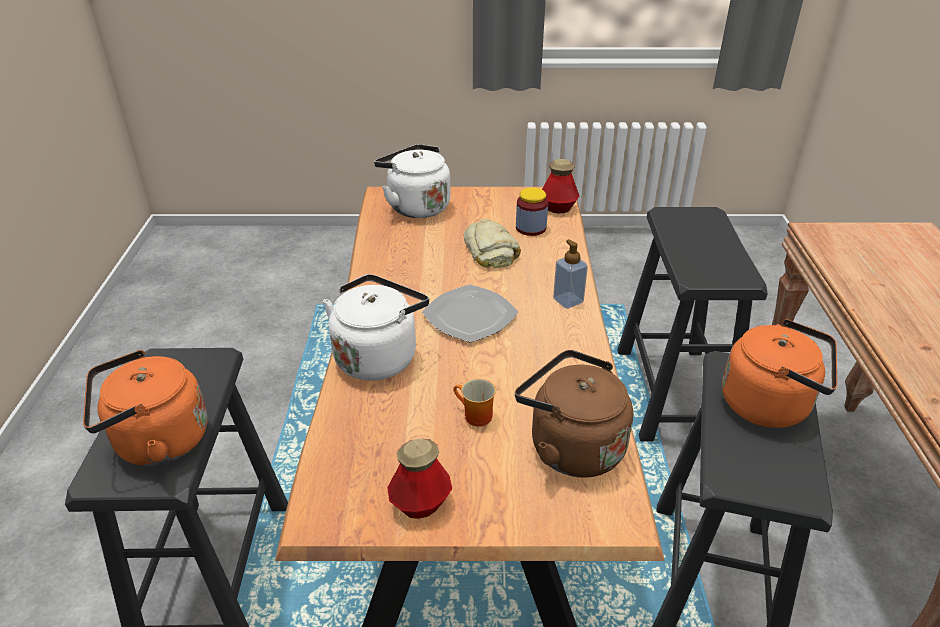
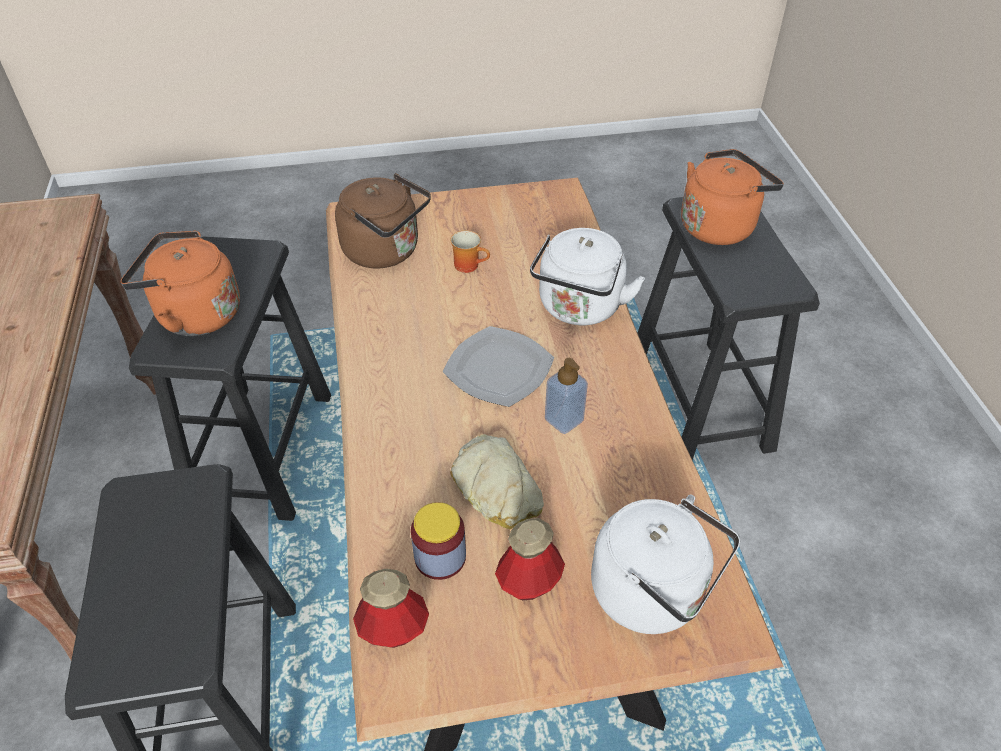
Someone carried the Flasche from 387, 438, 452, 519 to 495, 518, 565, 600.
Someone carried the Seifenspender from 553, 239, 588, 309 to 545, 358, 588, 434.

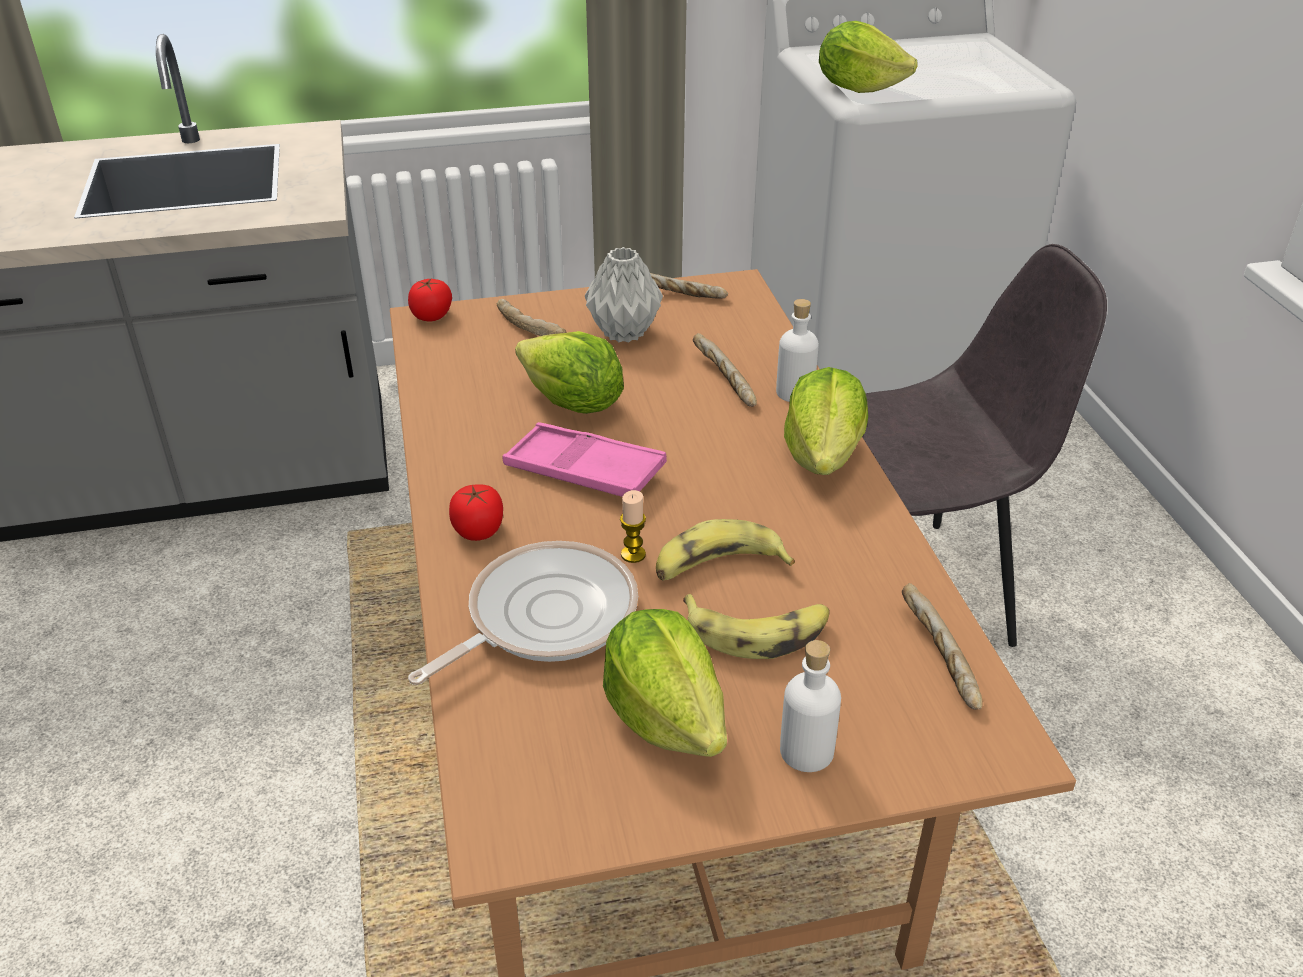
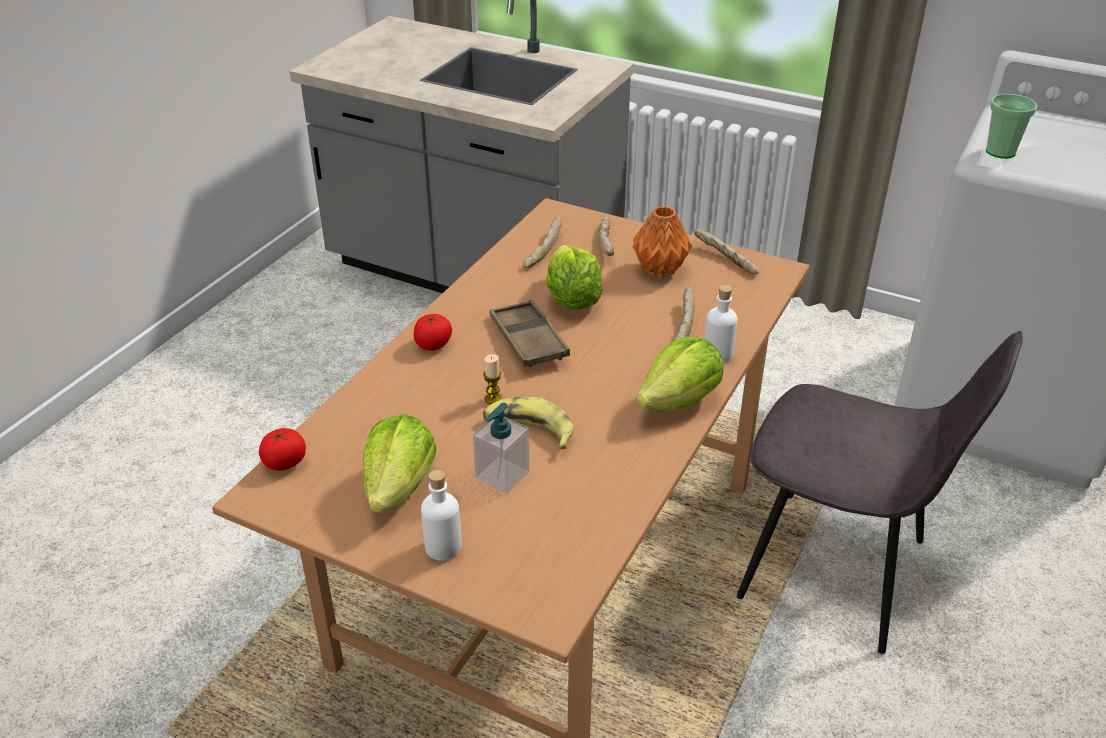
Someone carried the Tomate from 408, 279, 452, 322 to 259, 428, 306, 471.
Someone swapped the Banane at 683, 594, 829, 659 for the Seifenspender at 473, 403, 530, 494.
Someone repainted the Tablett (rosa) at 503, 422, 667, 497, which became the Tablett (braun) at 490, 300, 570, 367.
Someone carried the Brot from 902, 583, 983, 710 to 524, 217, 562, 268.
Someone repainted the Vase (grau) at 585, 247, 663, 342, which became the Vase (orange) at 633, 206, 692, 278.
Someone swapped the Salatkopf at 819, 21, 917, 93 for the Tasse at 986, 94, 1038, 159.
Someone took away the Pfanne at 408, 541, 638, 685.

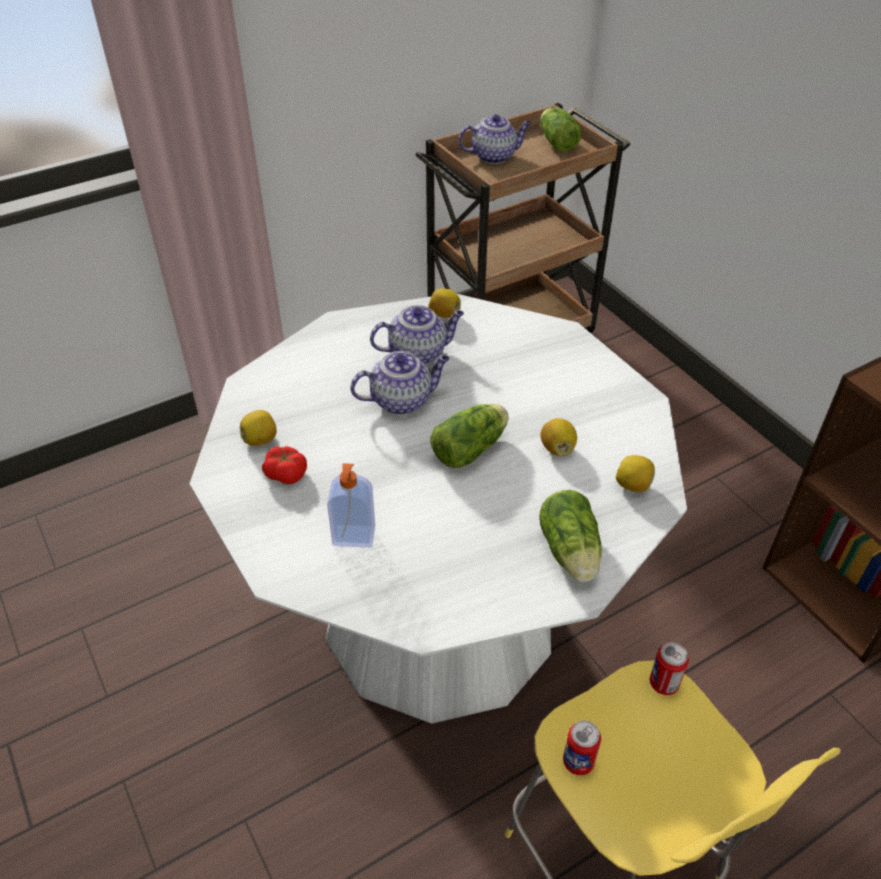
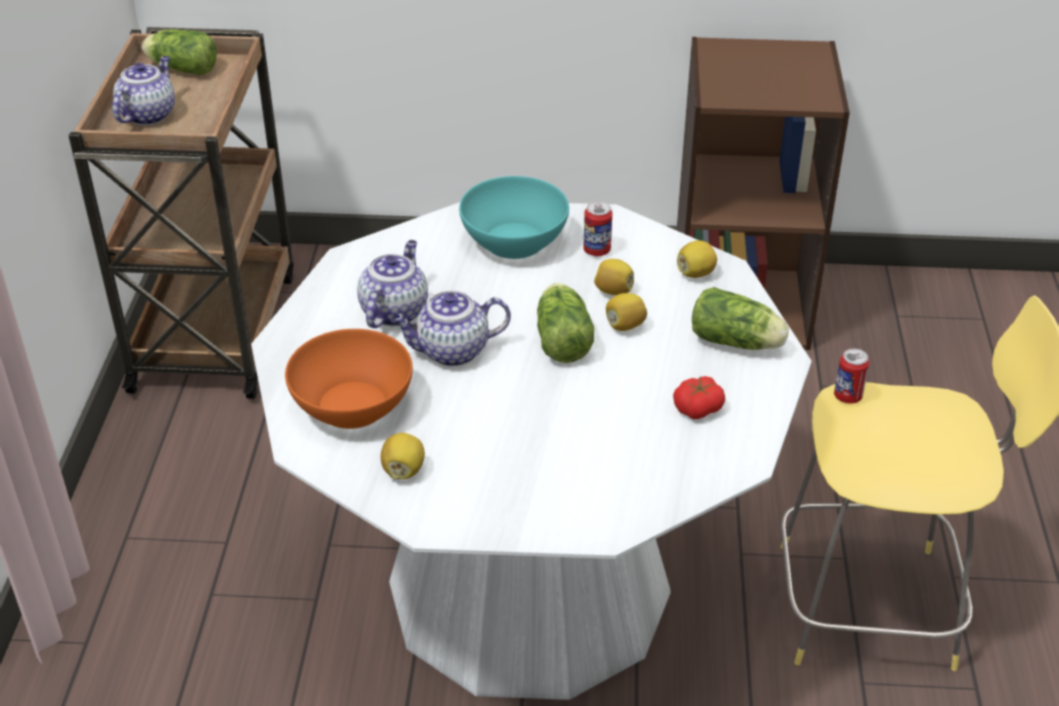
Someone put down the Schüssel (orange) at 285, 329, 413, 429.
Someone rotated the Teekanne at 350, 351, 450, 415 by 120 degrees counterclockwise.
Someone put down the Schüssel (türkis) at 459, 176, 569, 259.
Someone carried the Dose from 563, 720, 601, 775 to 583, 201, 612, 256.
Someone carried the Zitrone from 428, 288, 461, 318 to 606, 293, 647, 331.
Someone carried the Tomate from 262, 446, 307, 484 to 673, 376, 725, 419.
Someone took away the Seifenspender at 327, 463, 375, 548.

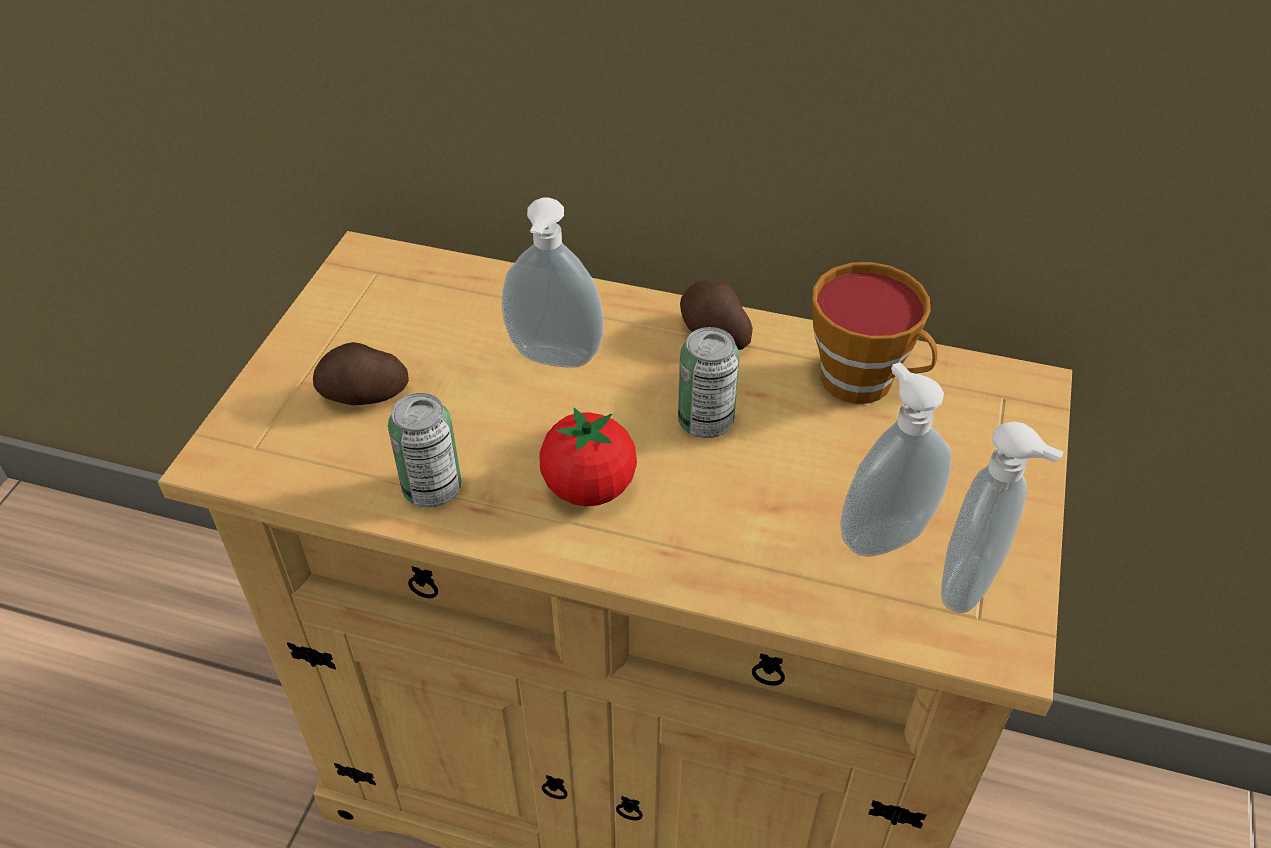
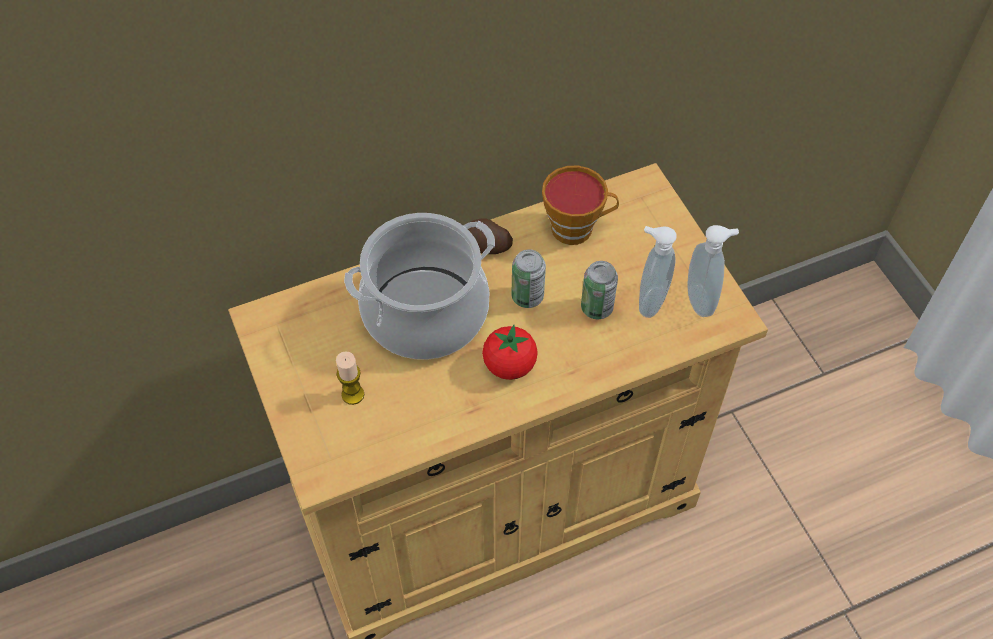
Someone swapped the Kartoffel at 313, 342, 409, 405 for the Kerze at 336, 351, 364, 405.
Someone swapped the Seifenspender at 502, 198, 604, 368 for the Kochtopf at 344, 213, 495, 360.
Someone carried the Dose from 388, 393, 461, 508 to 581, 261, 618, 319.

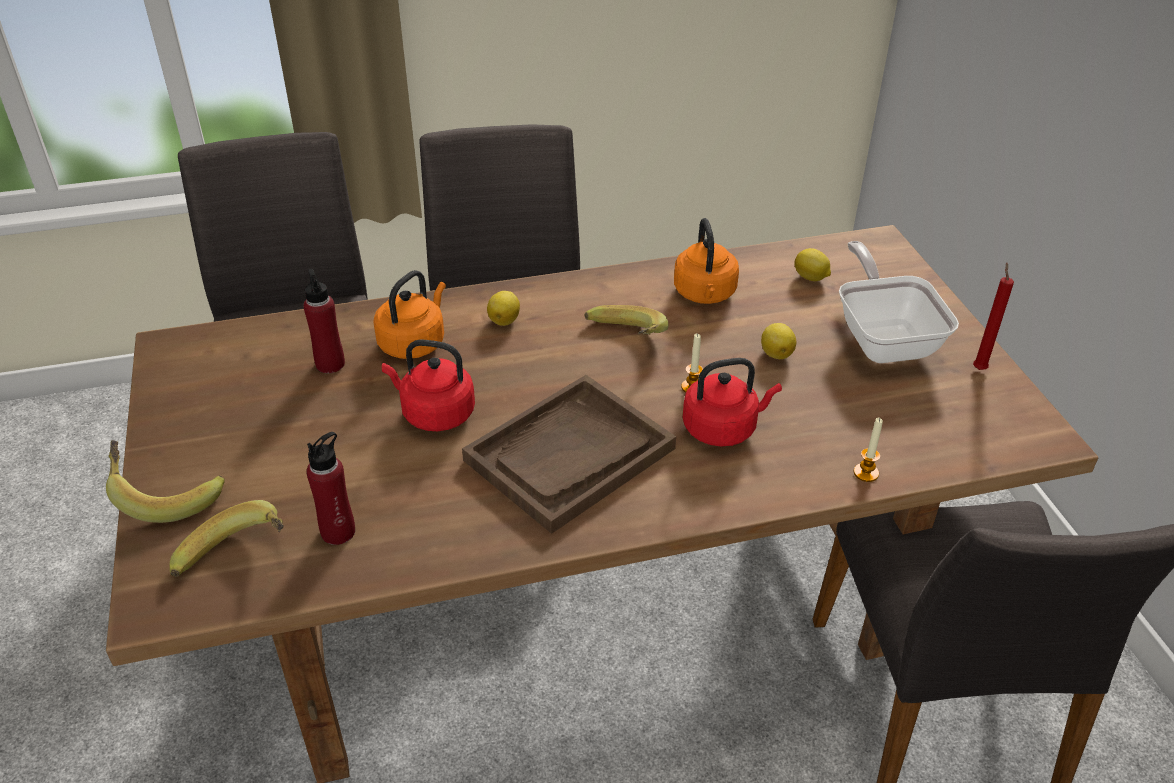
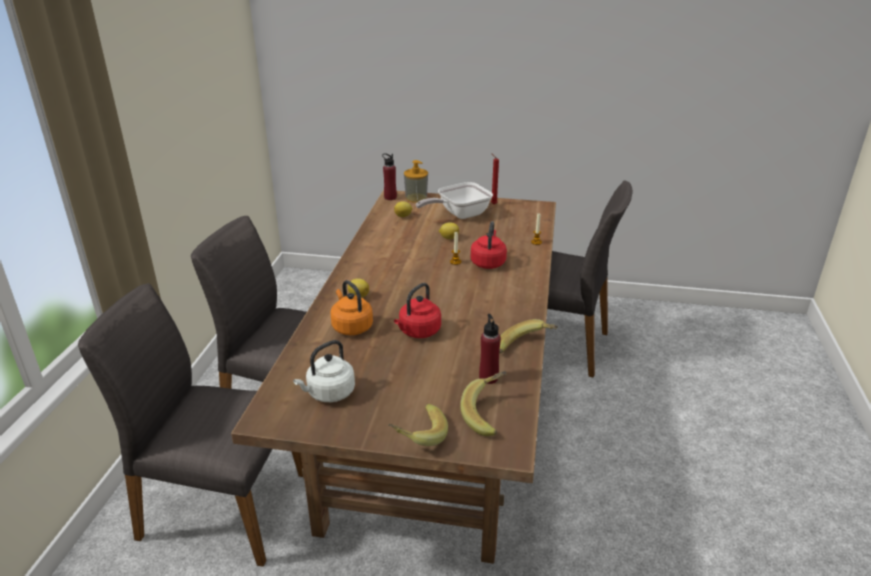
Someone put down the Wasserkessel (weiß) at 293, 340, 355, 402.
Someone carried the Flasche (rot) from 303, 268, 345, 373 to 382, 153, 397, 200.
Someone put down the Seifenspender at 404, 160, 428, 203.
Someone rotated the Pfanne at 839, 241, 959, 363 by 45 degrees counterclockwise.
Someone carried the Banane from 585, 305, 669, 335 to 499, 319, 558, 354.
Someone took away the Tablett (braun) at 462, 375, 676, 534.
Someone took away the Wasserkessel (orange) at 674, 218, 739, 304.

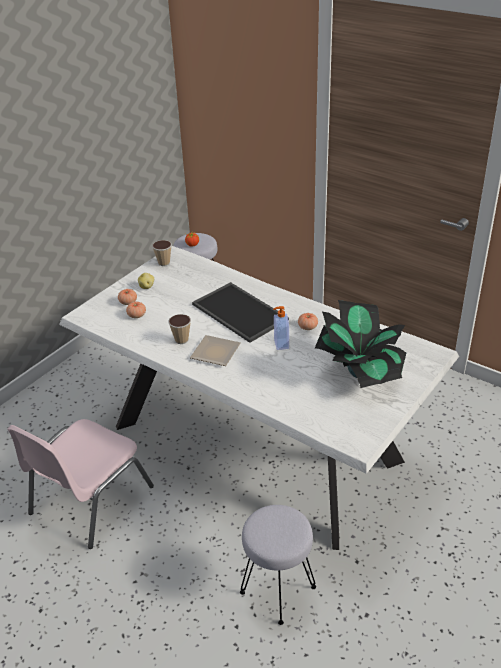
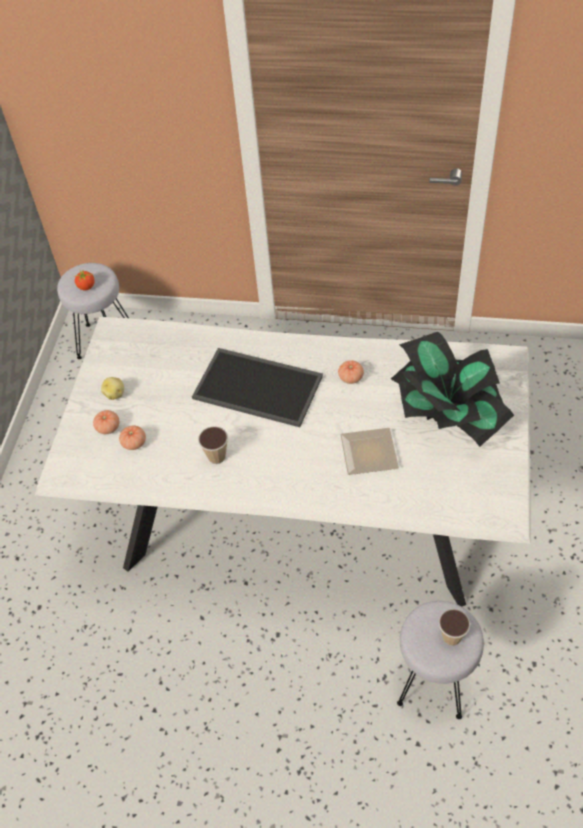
Someone carried the Teller from 190, 335, 241, 366 to 340, 428, 399, 475.
Someone carried the Tasse from 152, 240, 172, 266 to 439, 609, 471, 646.
Someone took away the Stuhl (rosa) at 7, 419, 154, 549.
Someone took away the Seifenspender at 273, 306, 289, 350.

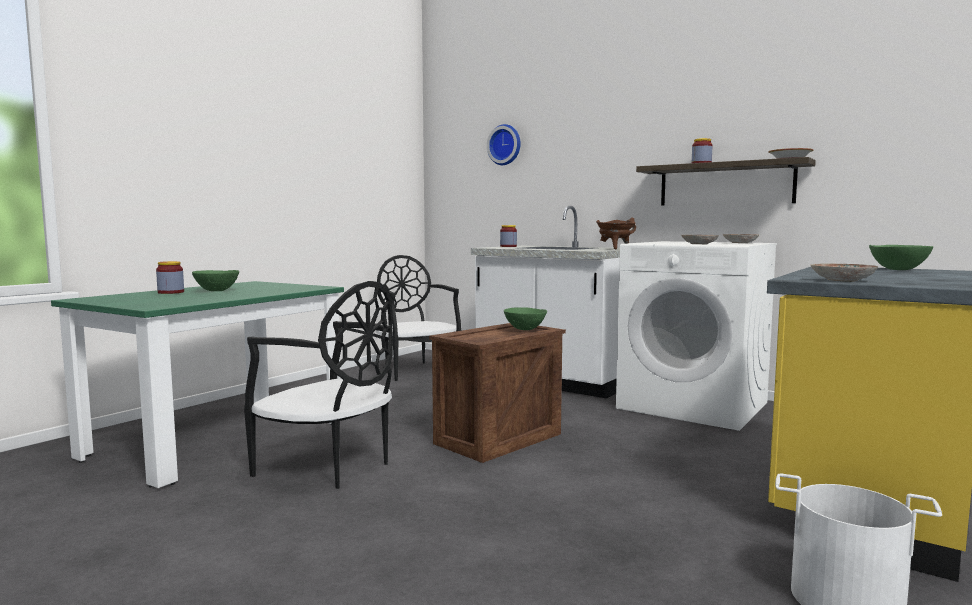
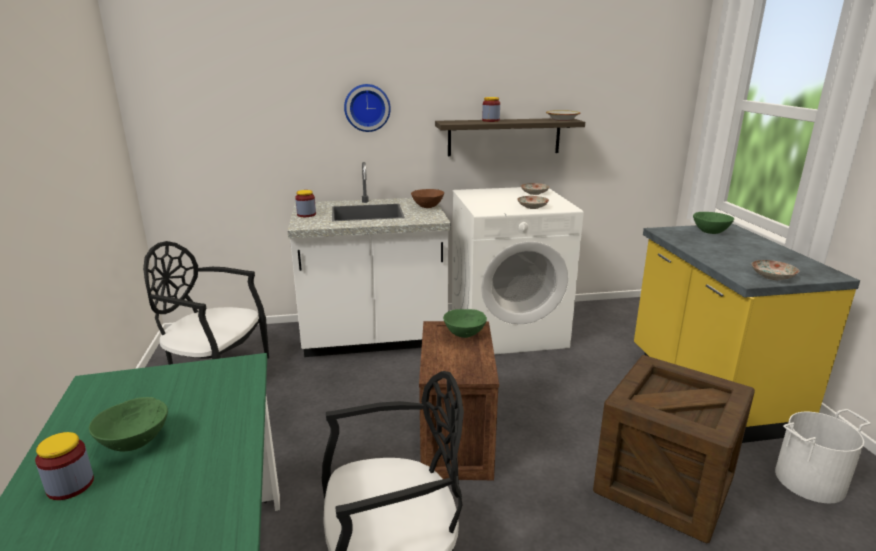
Someone carried the Wanduhr from 487, 124, 521, 165 to 344, 84, 391, 132.
Someone swapped the Kochtopf (braun) at 596, 217, 636, 249 for the Schüssel (braun) at 411, 189, 444, 208.
Someone put down the Kiste at 593, 355, 755, 543.

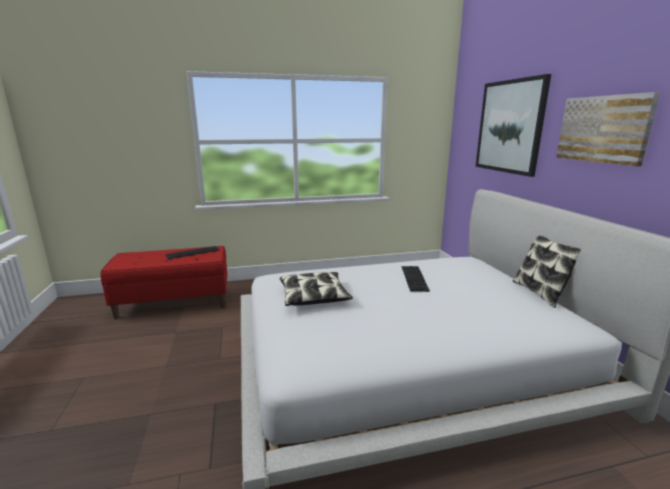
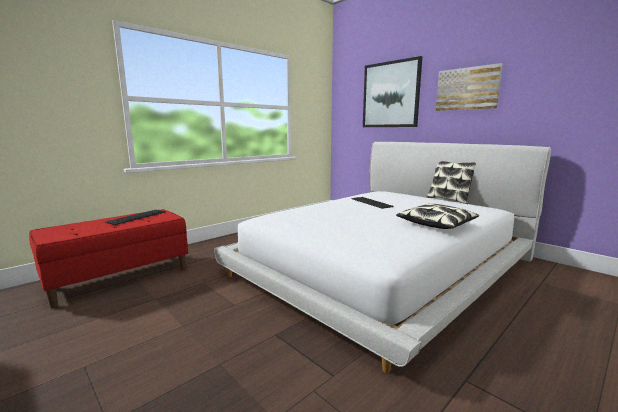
Someone carried the Kissen from 280, 272, 353, 306 to 396, 204, 479, 229.

